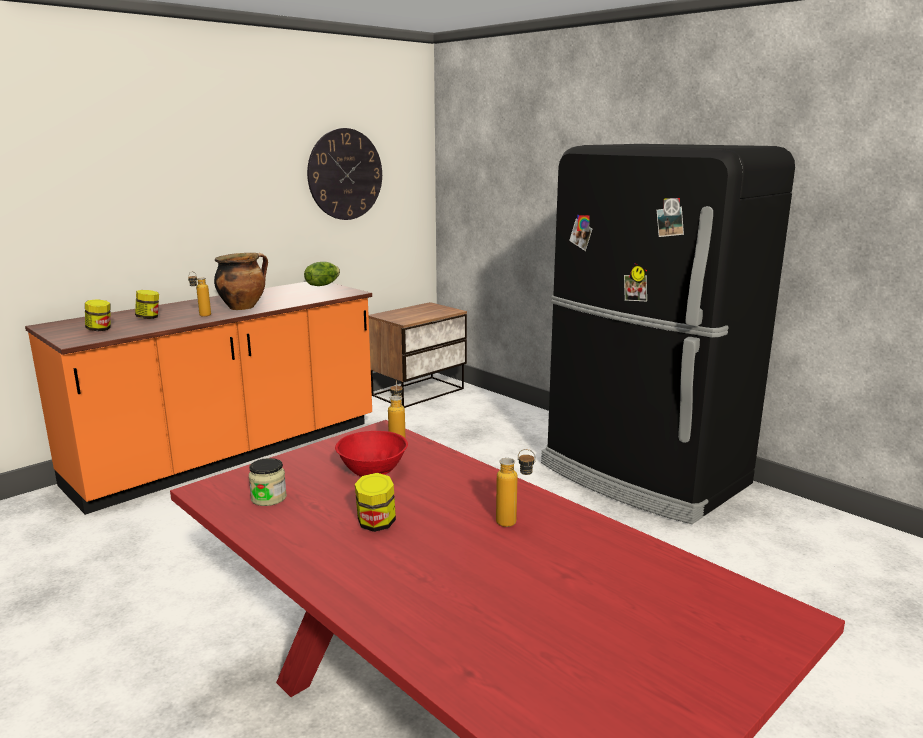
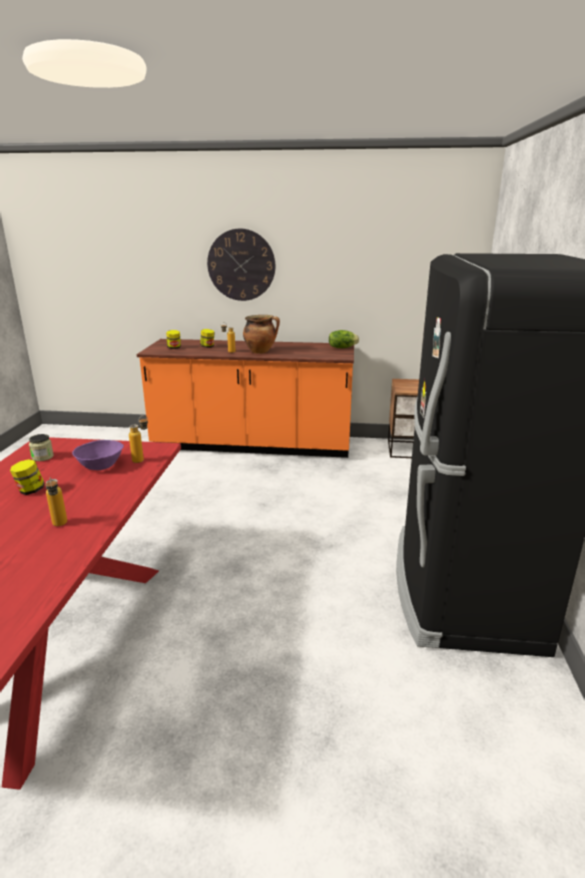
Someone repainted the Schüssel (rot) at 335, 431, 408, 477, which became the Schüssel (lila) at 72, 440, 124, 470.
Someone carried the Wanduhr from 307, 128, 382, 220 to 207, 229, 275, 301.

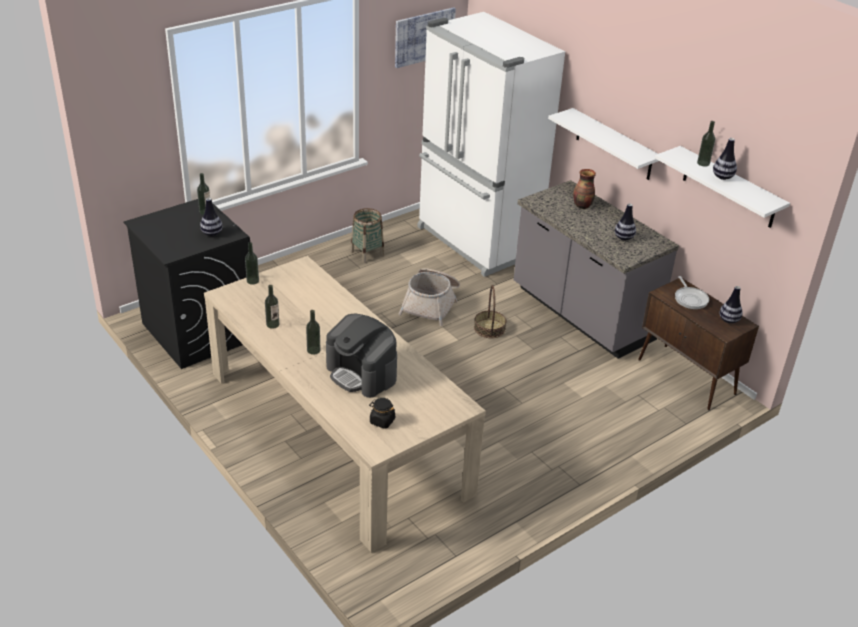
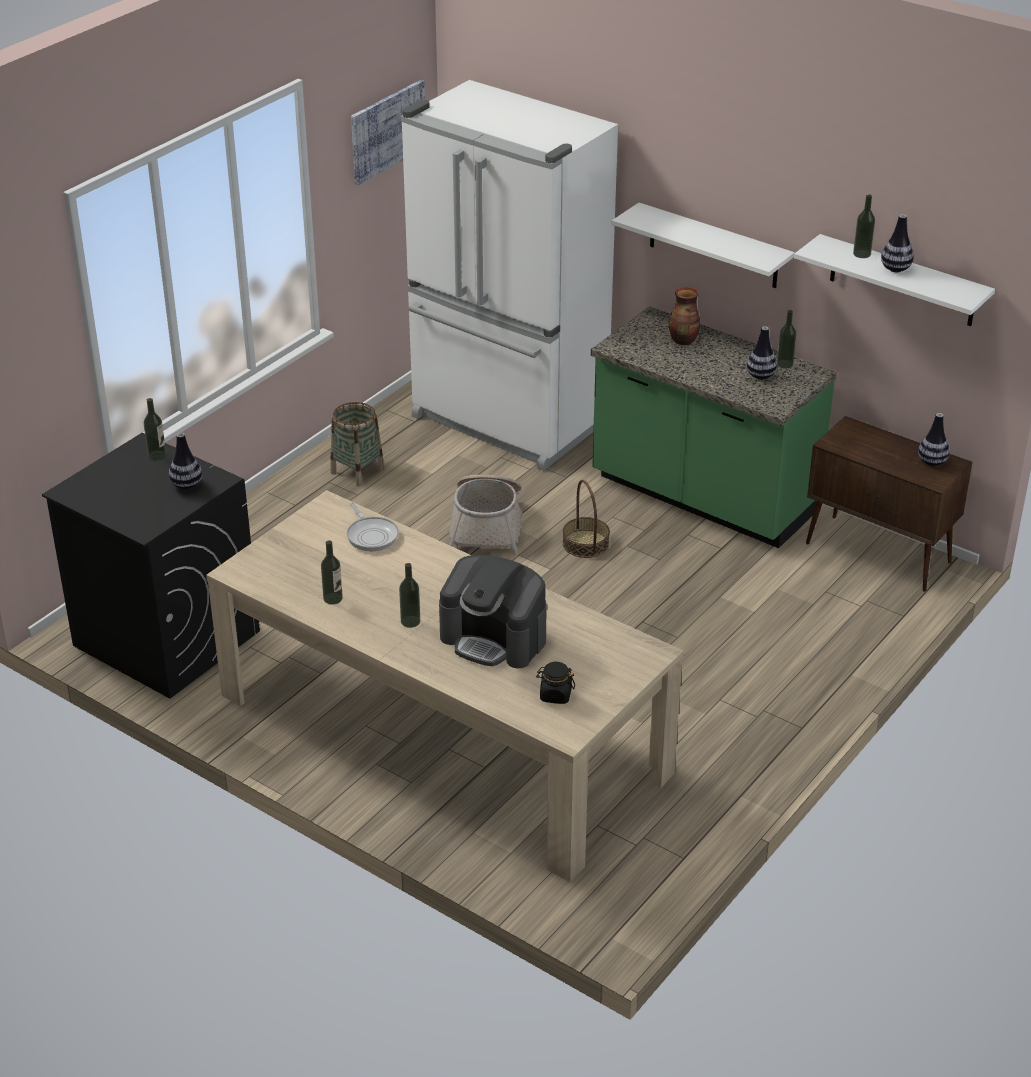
Someone carried the Pfanne from 675, 276, 709, 309 to 347, 502, 399, 551.
Someone repainted the Küchenzeile (grau) at 514, 180, 679, 359, which became the Küchenzeile (grün) at 591, 306, 837, 548.
Someone carried the Flasche from 245, 242, 259, 285 to 777, 310, 796, 369.

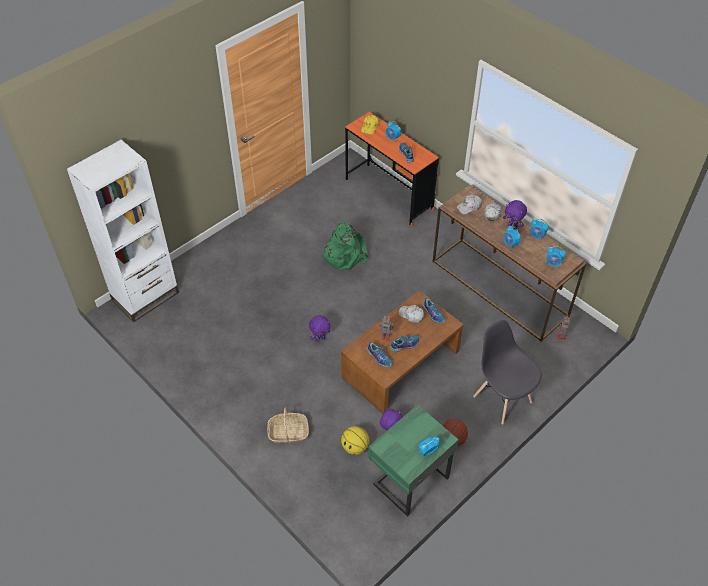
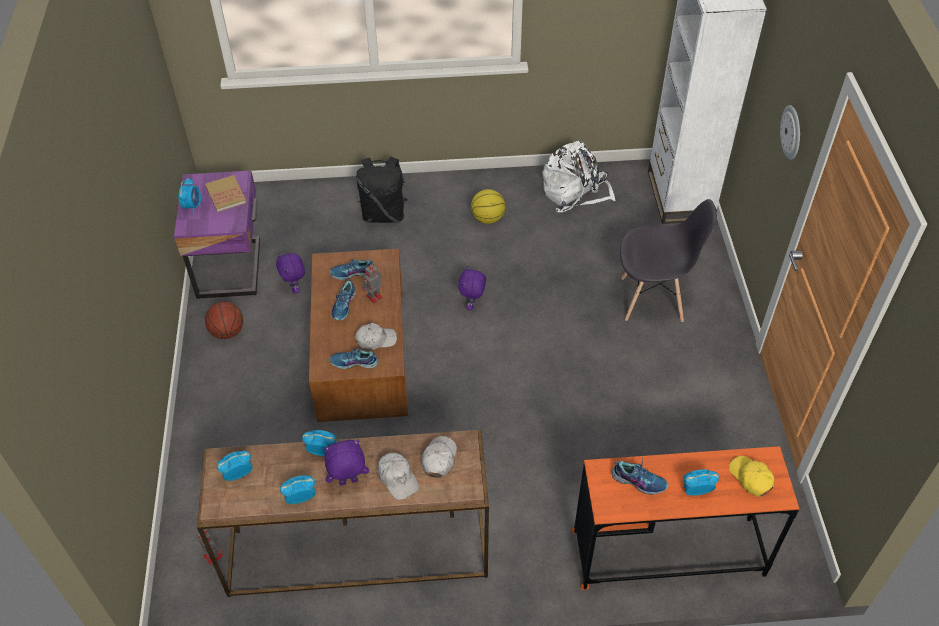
Someone repainted the Nachttisch (grün) at 368, 405, 459, 517, which became the Nachttisch (lila) at 174, 170, 260, 299.
Someone put down the Buch at 205, 175, 247, 213.
Someone swapped the Korb at 267, 407, 309, 443 for the Rucksack (schwarz) at 356, 157, 408, 223.
Someone carried the Basketball from 341, 426, 369, 455 to 471, 189, 505, 224.
Someone put down the Rucksack (weiß) at 542, 141, 616, 212.
Someone carried the Stuhl (grau) from 473, 320, 542, 425 to 620, 199, 717, 322.
Someone put up the Wanduhr at 780, 105, 800, 160.
Someone took away the Rucksack (grün) at 321, 222, 368, 270.

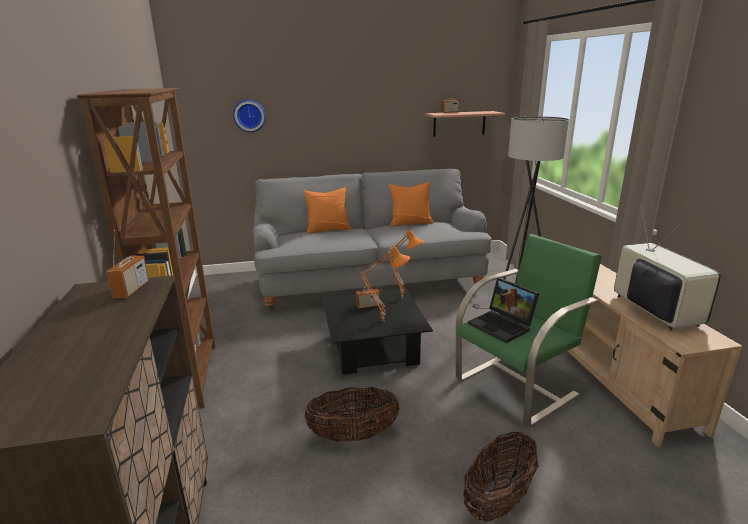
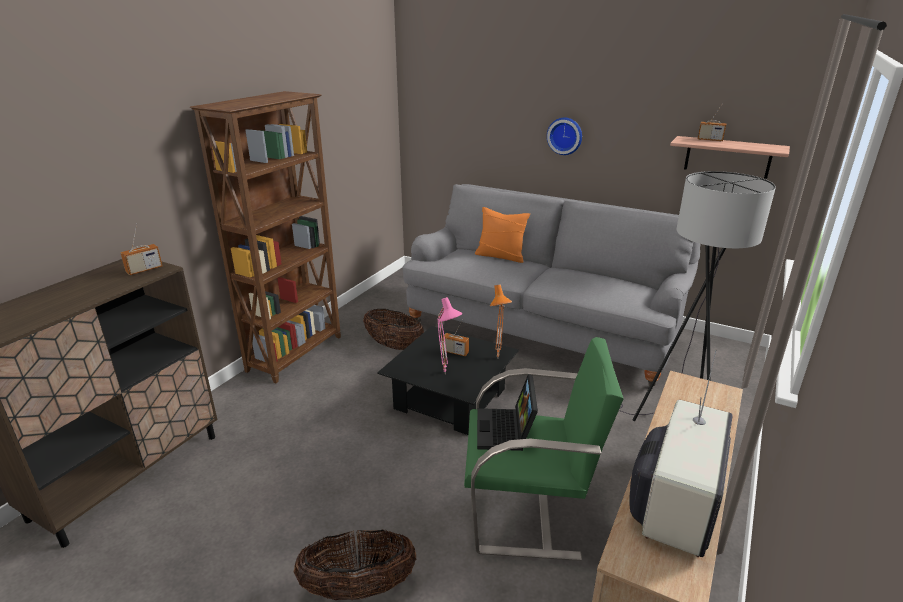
Someone carried the Korb from 304, 387, 400, 442 to 363, 309, 424, 350.
Someone repainted the Tischlampe (orange) at 360, 246, 410, 321, which became the Tischlampe (rosa) at 437, 297, 462, 372.
Someone carried the Wanduhr from 233, 100, 266, 132 to 547, 117, 582, 155.
Someone took away the Kissen (orange) at 388, 182, 433, 226.

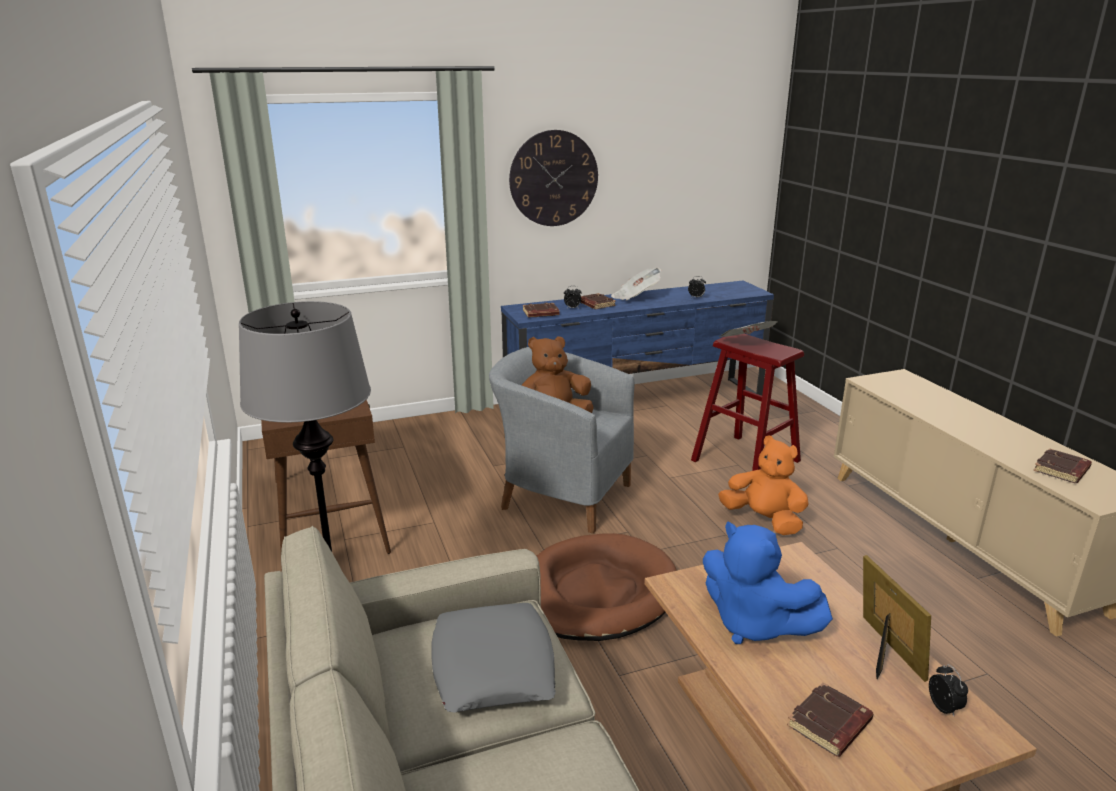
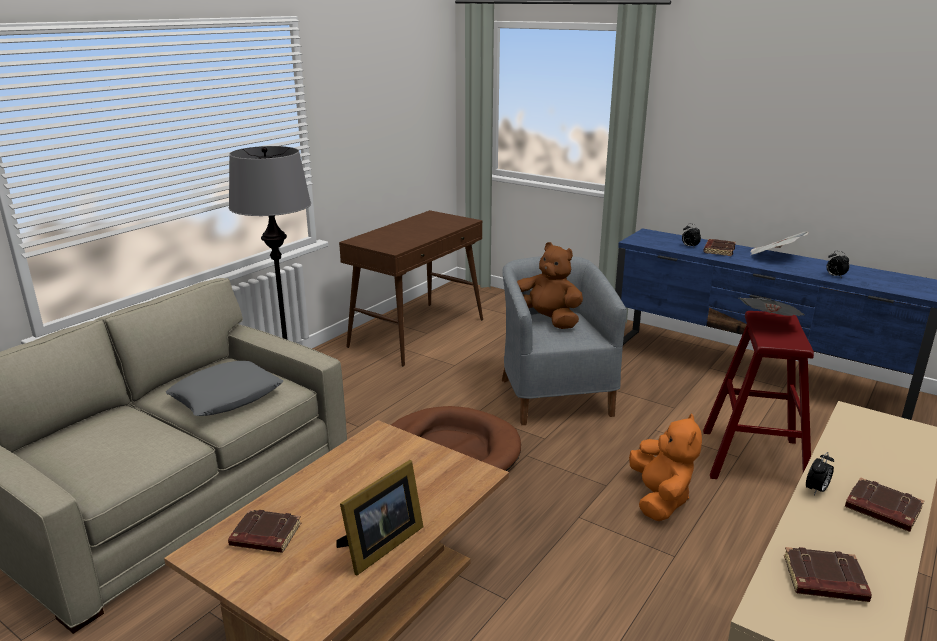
Someone carried the Wecker from 929, 664, 968, 716 to 806, 452, 834, 495.
Someone carried the Buch (braun) from 523, 303, 560, 317 to 845, 477, 924, 532.
Someone took away the Wanduhr at 509, 130, 598, 226.
Someone took away the Plüschtier (blau) at 703, 522, 833, 644.

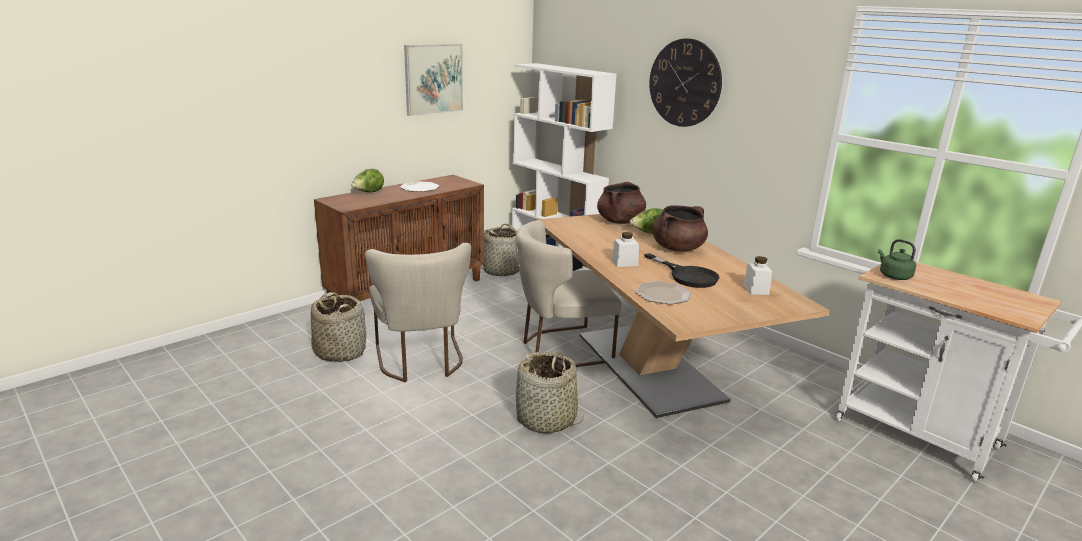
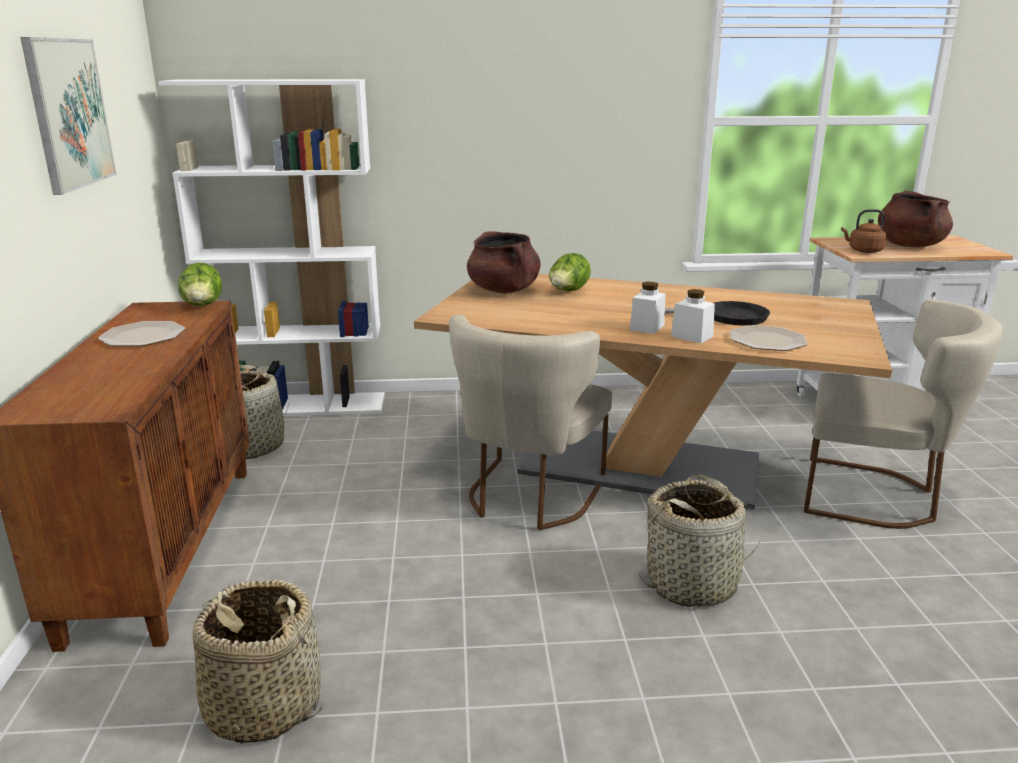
Someone carried the Salatkopf from 351, 169, 384, 193 to 178, 263, 222, 306.
Someone carried the Vorratsglas (weiß) from 743, 256, 772, 295 to 671, 289, 715, 343.
Someone carried the Stuhl (beige) from 365, 243, 471, 382 to 804, 299, 1003, 529.
Someone repainted the Wasserkessel (grün) at 878, 239, 916, 280, which became the Wasserkessel (braun) at 841, 209, 887, 253.
Someone carried the Kochtopf (braun) from 653, 205, 708, 252 to 878, 190, 953, 247.
Someone took away the Wanduhr at 649, 38, 722, 127.

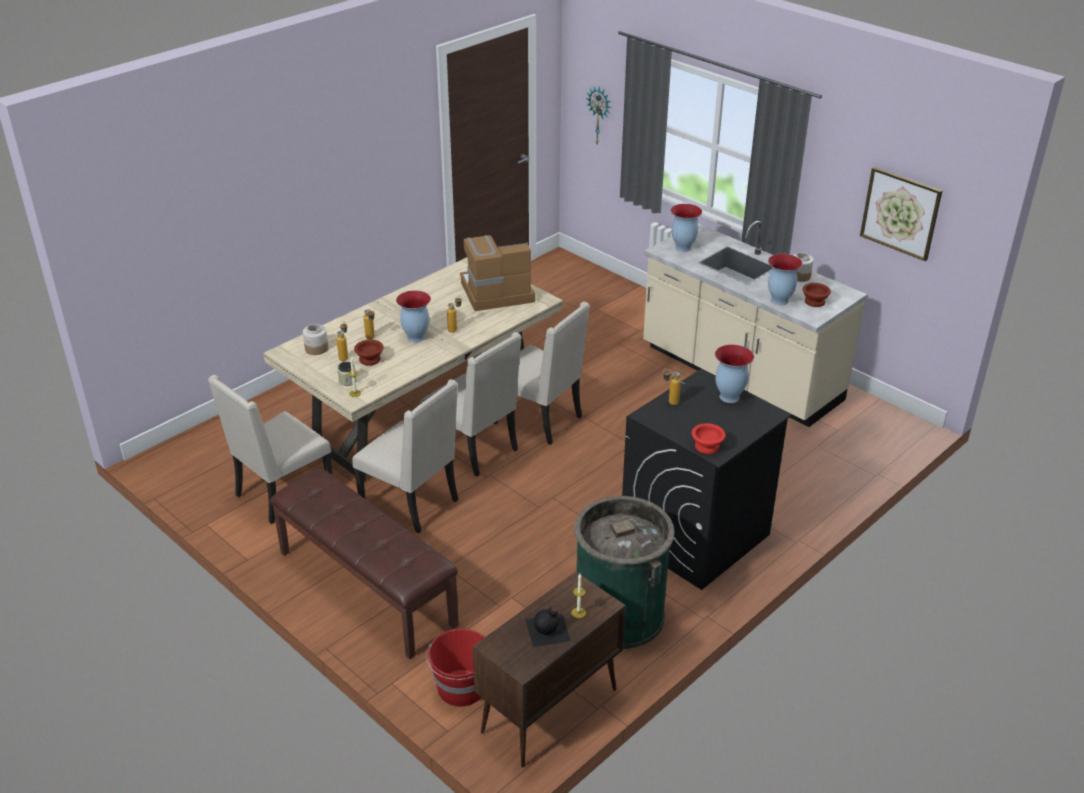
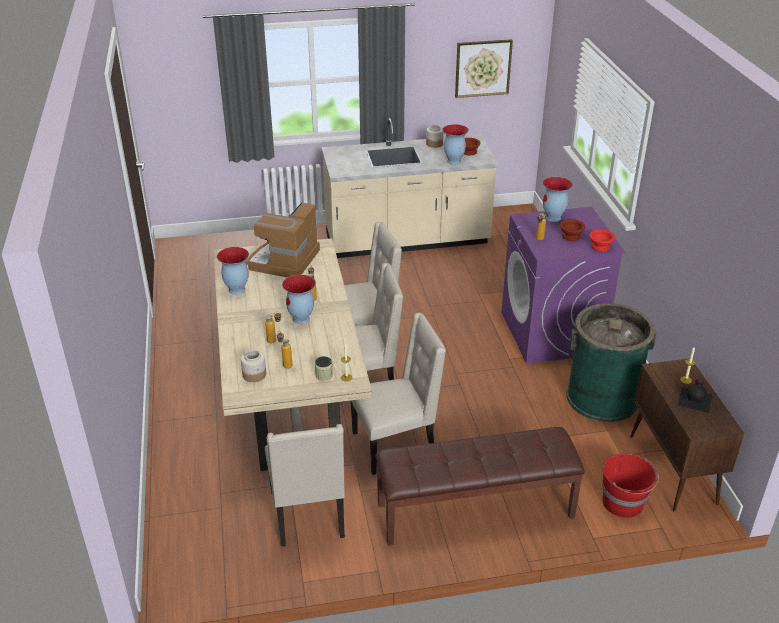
Someone carried the Vase from 671, 204, 702, 252 to 217, 247, 249, 295.
Someone repainted the Waschmaschine (schwarz) at 622, 369, 792, 590, which became the Waschmaschine (lila) at 502, 207, 625, 364.
Someone carried the Schüssel (braun) from 354, 340, 384, 366 to 560, 219, 585, 241.
Someone took away the Wanduhr at 586, 87, 611, 144.

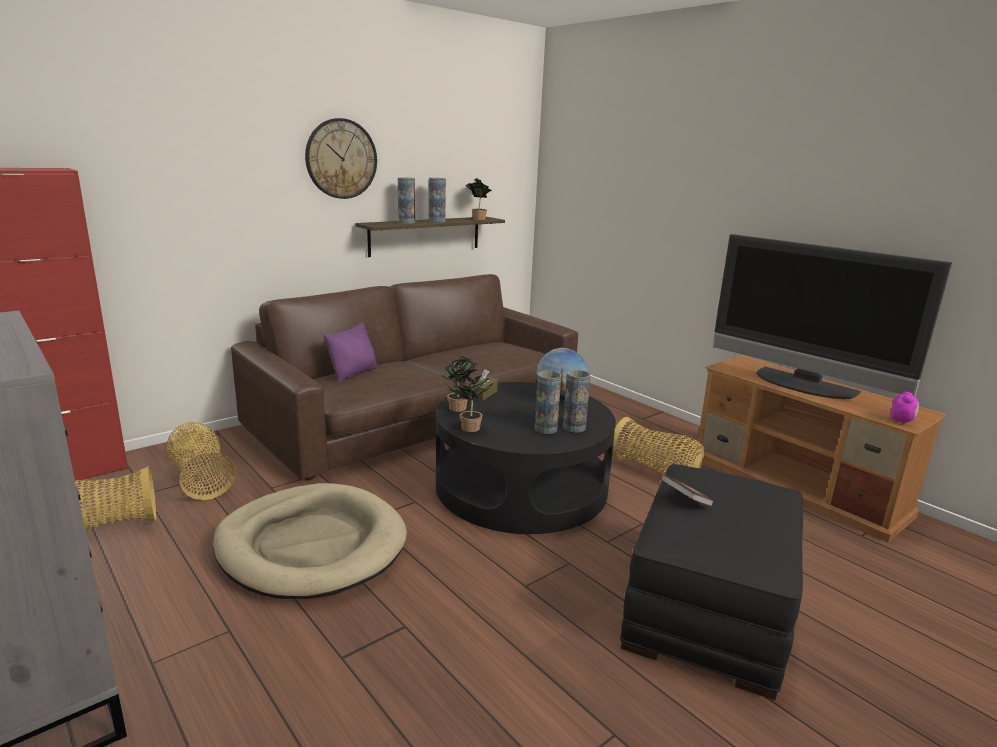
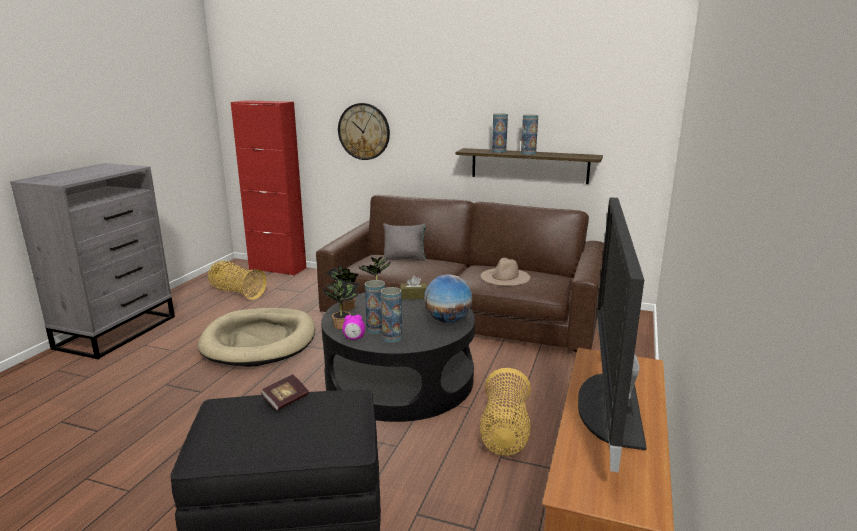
Someone carried the Topfpflanze from 466, 178, 492, 220 to 322, 278, 360, 329.
Someone carried the Wanduhr from 305, 118, 377, 199 to 338, 103, 390, 160.
Someone carried the Wecker from 891, 392, 919, 424 to 342, 315, 365, 340.
Someone repainted the Kissen (lila) at 323, 322, 378, 381, which became the Kissen (grau) at 383, 223, 426, 261.
Someone put down the Hut (beige) at 481, 258, 530, 286.
Someone took away the Korb at 167, 422, 236, 500.

